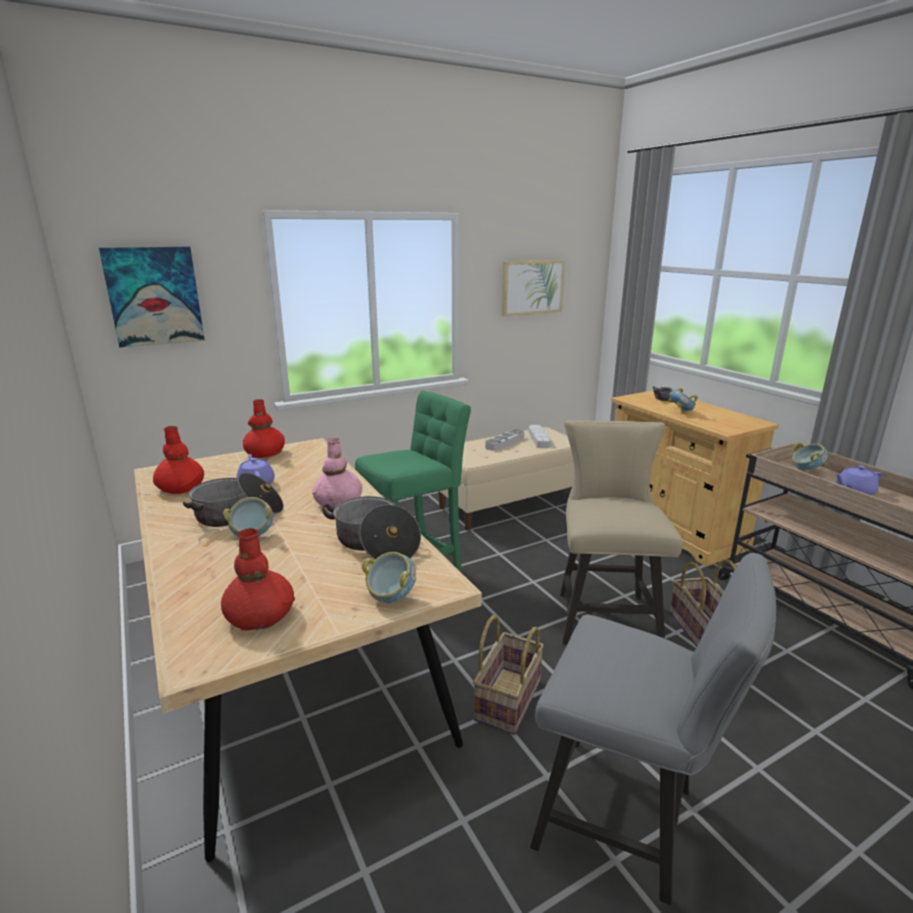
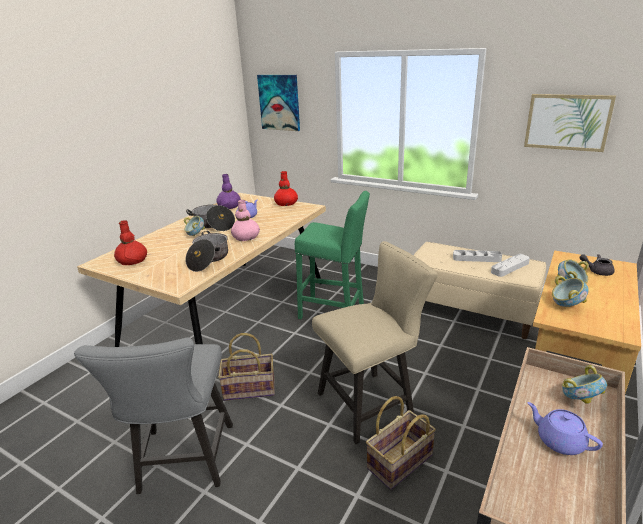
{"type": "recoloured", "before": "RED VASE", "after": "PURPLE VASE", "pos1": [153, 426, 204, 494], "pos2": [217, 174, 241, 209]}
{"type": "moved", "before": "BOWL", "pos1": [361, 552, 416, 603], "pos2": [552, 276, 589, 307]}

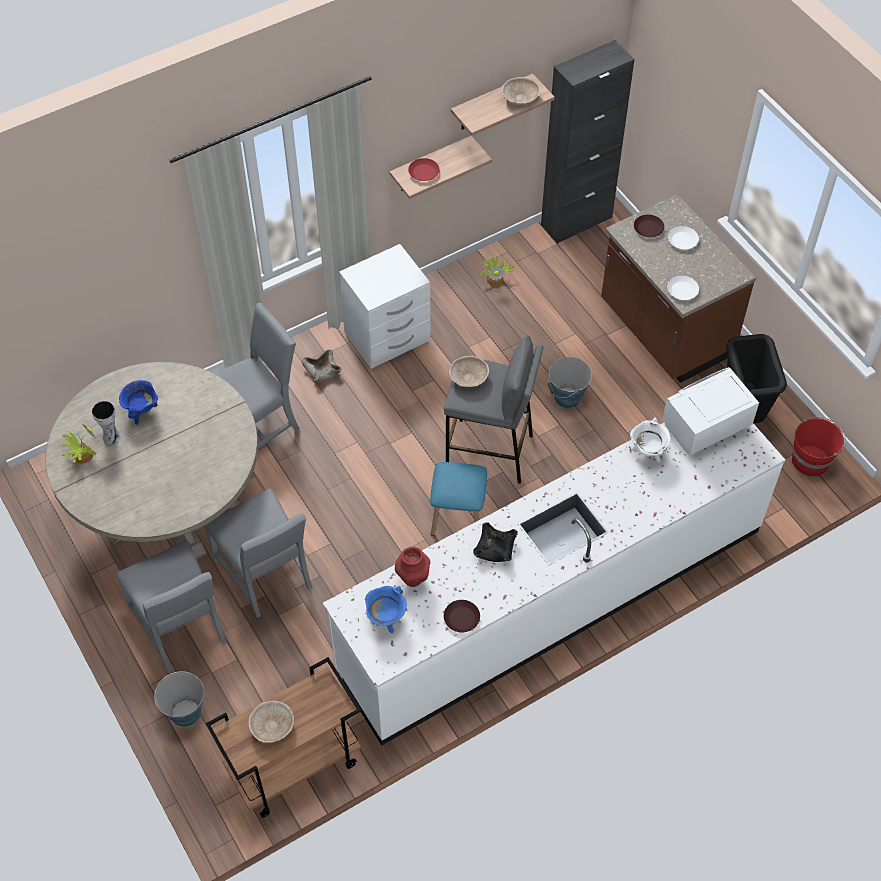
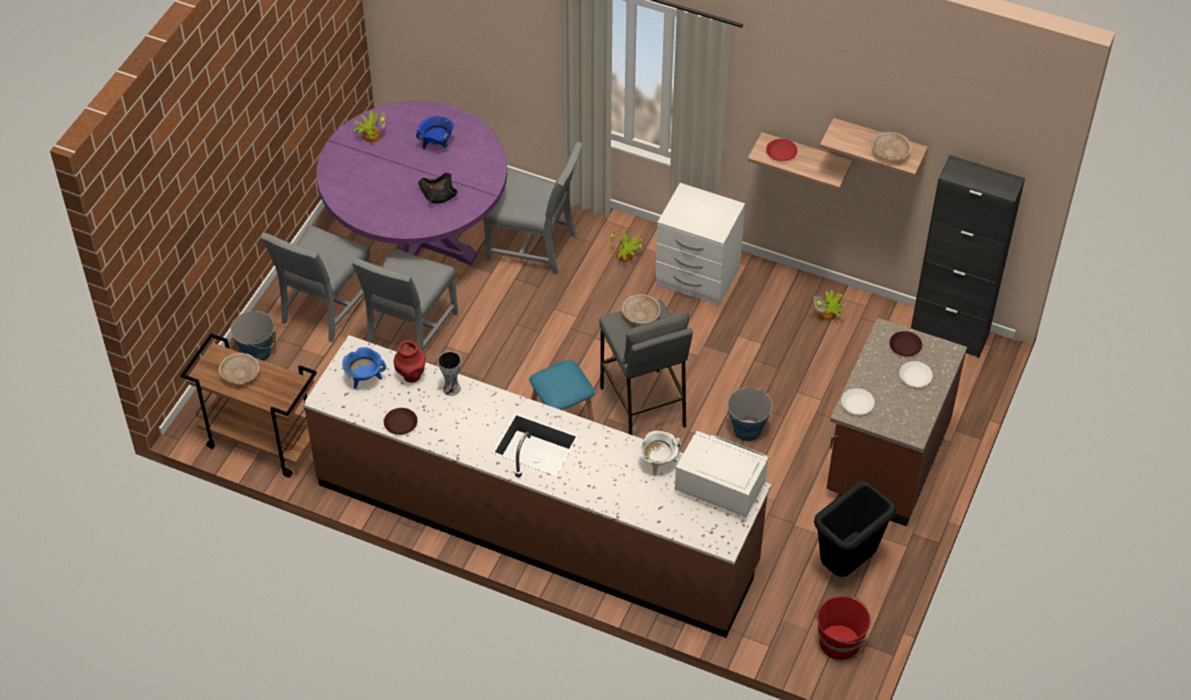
{"type": "replaced", "before": "BEIGE BOWL", "after": "POTTED PLANT", "pos1": [302, 350, 342, 382], "pos2": [611, 230, 642, 262]}
{"type": "recoloured", "before": "BEIGE DINING TABLE", "after": "PURPLE DINING TABLE", "pos1": [45, 362, 258, 560], "pos2": [316, 101, 507, 265]}
{"type": "moved", "before": "VASE", "pos1": [91, 401, 121, 444], "pos2": [438, 351, 461, 396]}
{"type": "recoloured", "before": "WHITE COUNTER", "after": "BROWN COUNTER", "pos1": [323, 423, 785, 746], "pos2": [303, 335, 771, 638]}
{"type": "moved", "before": "BLACK BOWL", "pos1": [473, 522, 518, 562], "pos2": [418, 173, 458, 203]}

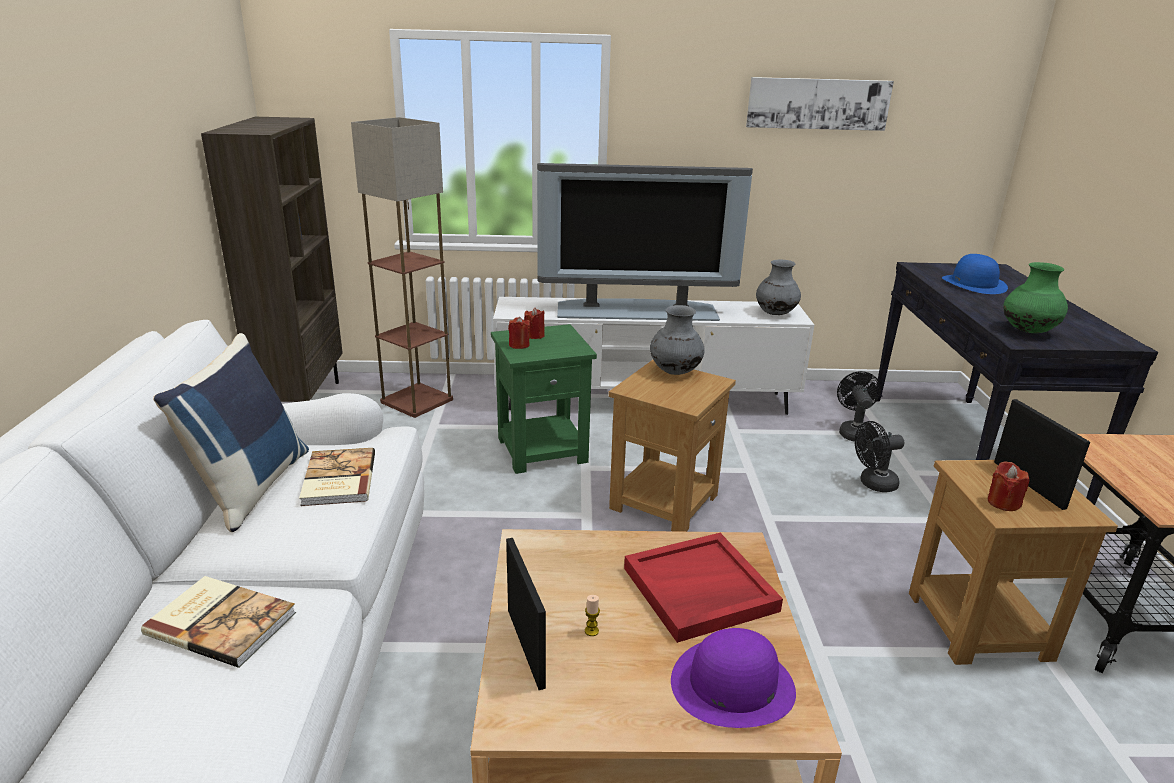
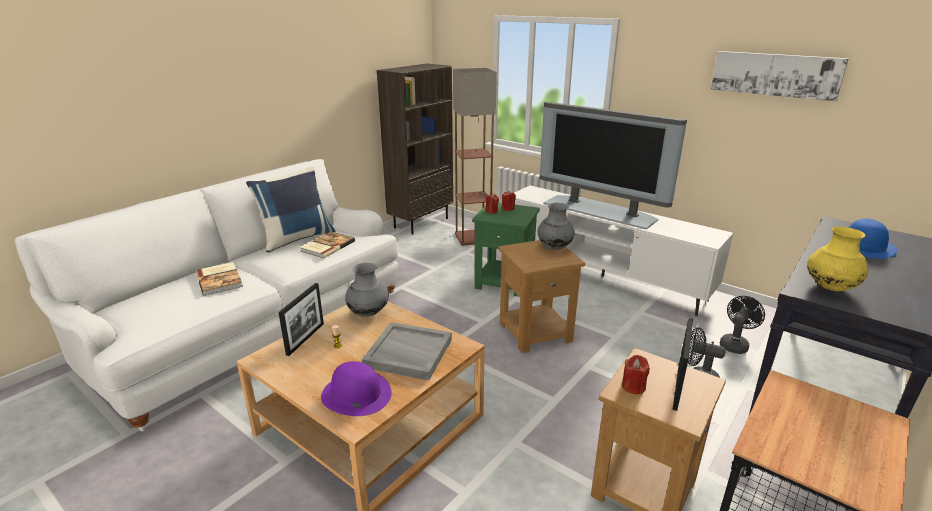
{"type": "moved", "before": "GREY VASE", "pos1": [756, 259, 801, 315], "pos2": [345, 263, 389, 317]}
{"type": "recoloured", "before": "GREEN VASE", "after": "YELLOW VASE", "pos1": [1003, 262, 1068, 333], "pos2": [807, 227, 868, 291]}
{"type": "recoloured", "before": "RED TRAY", "after": "GREY TRAY", "pos1": [624, 533, 783, 643], "pos2": [362, 322, 452, 380]}

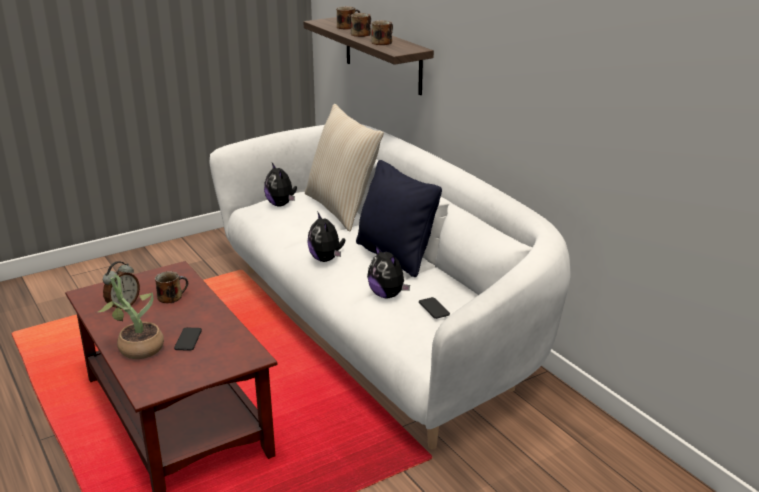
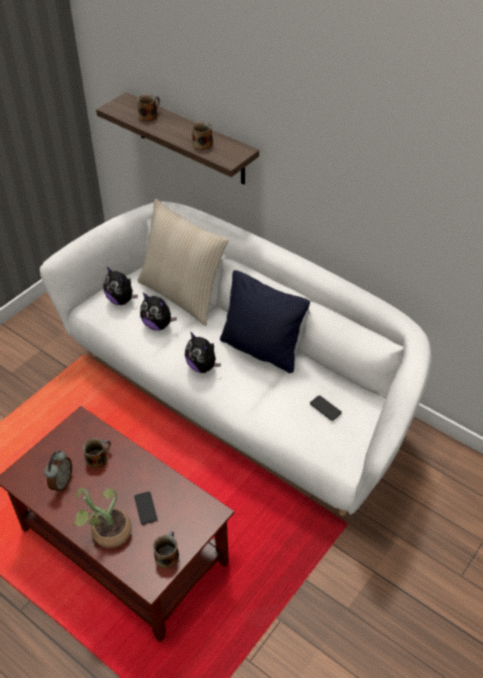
{"type": "moved", "before": "MUG", "pos1": [351, 13, 371, 37], "pos2": [153, 531, 179, 568]}
{"type": "moved", "before": "PLUSH TOY", "pos1": [367, 245, 410, 298], "pos2": [140, 293, 177, 330]}

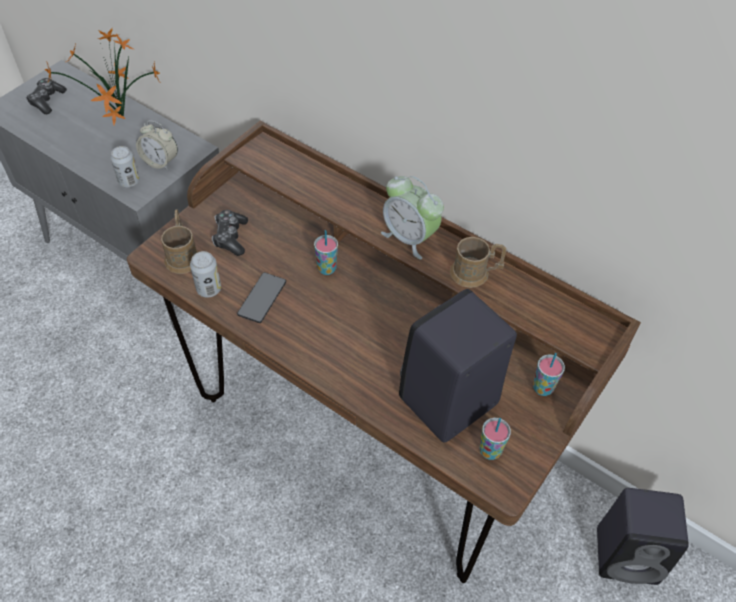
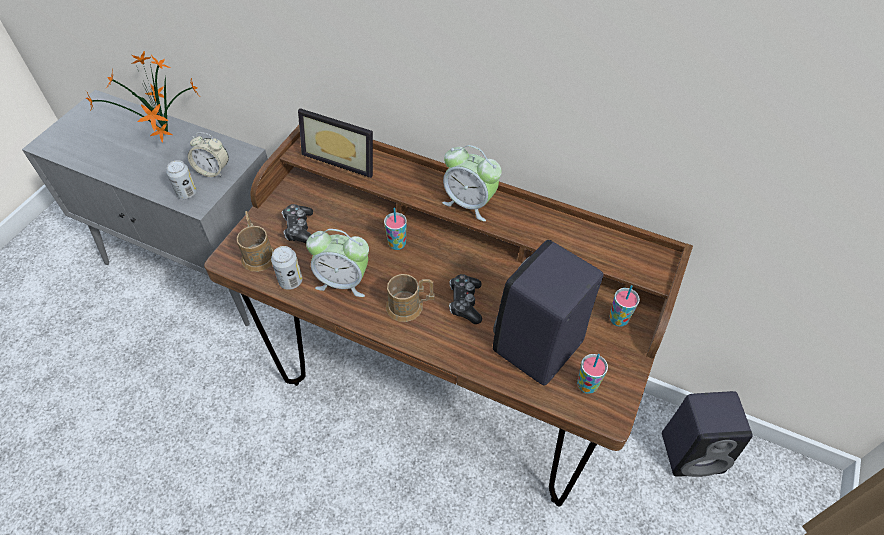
{"type": "moved", "before": "GAME CONTROLLER", "pos1": [26, 78, 67, 114], "pos2": [449, 274, 482, 324]}
{"type": "moved", "before": "BROWN MUG", "pos1": [450, 237, 507, 288], "pos2": [386, 274, 435, 322]}
{"type": "replaced", "before": "PHONE", "after": "ALARM CLOCK", "pos1": [237, 272, 286, 323], "pos2": [306, 229, 369, 297]}
{"type": "added", "after": "PICTURE FRAME", "pos2": [298, 108, 373, 178]}

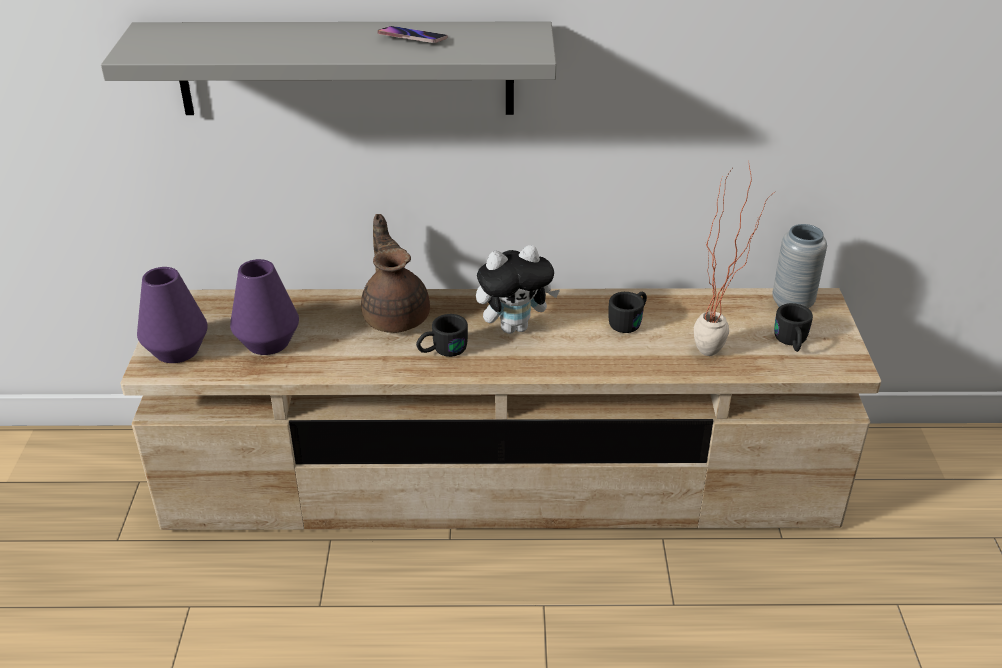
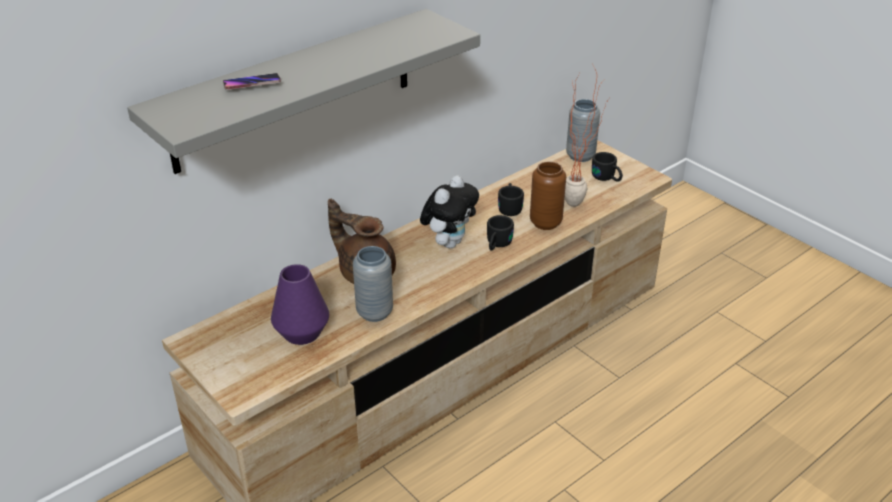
{"type": "moved", "before": "PHONE", "pos1": [377, 26, 447, 43], "pos2": [223, 73, 281, 90]}
{"type": "removed", "before": "PURPLE VASE", "pos1": [137, 267, 208, 363]}
{"type": "moved", "before": "BLACK MUG", "pos1": [416, 314, 468, 357], "pos2": [487, 215, 514, 251]}
{"type": "added", "after": "BROWN VASE", "pos2": [530, 161, 566, 230]}
{"type": "added", "after": "GREY VASE", "pos2": [353, 246, 393, 322]}

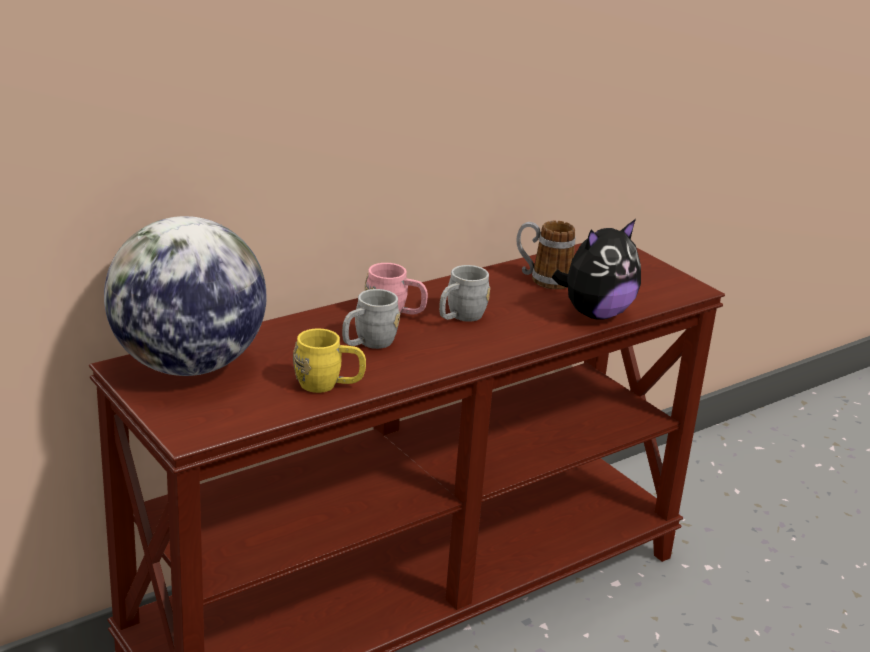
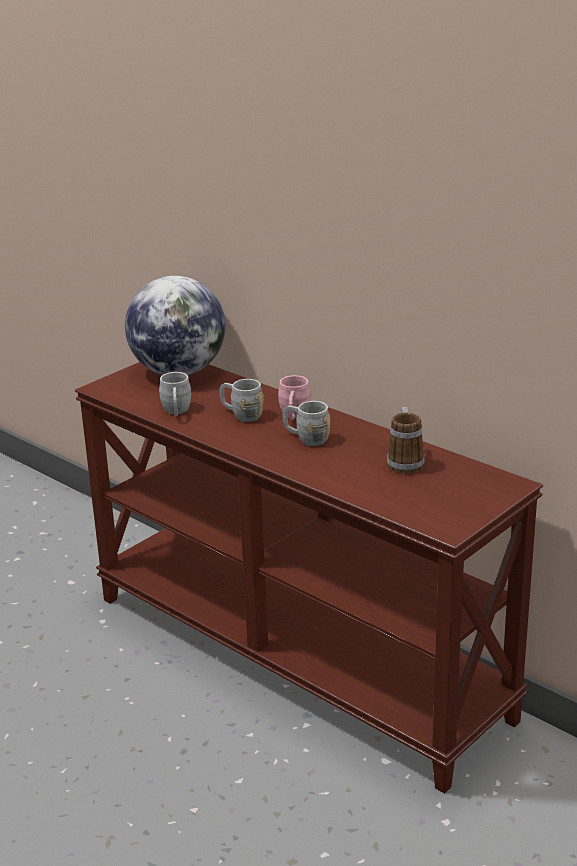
{"type": "removed", "before": "PLUSH TOY", "pos1": [552, 219, 641, 320]}
{"type": "recoloured", "before": "YELLOW MUG", "after": "GREY MUG", "pos1": [293, 328, 366, 393], "pos2": [159, 372, 191, 416]}

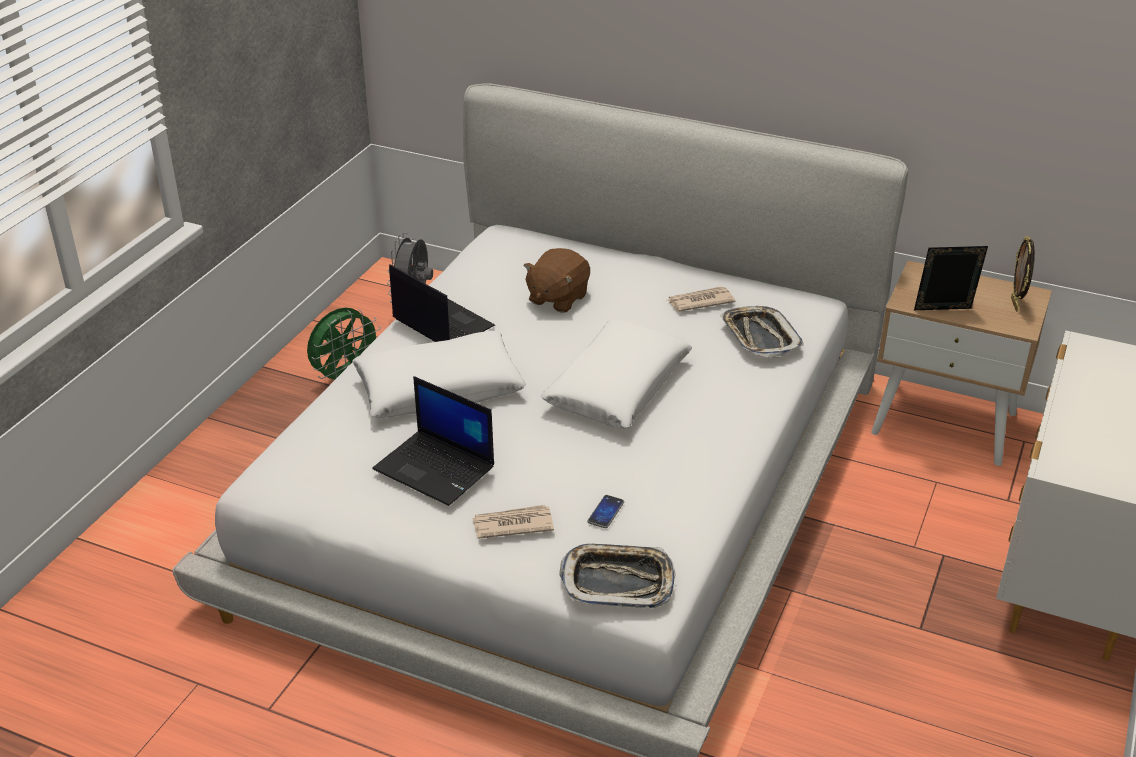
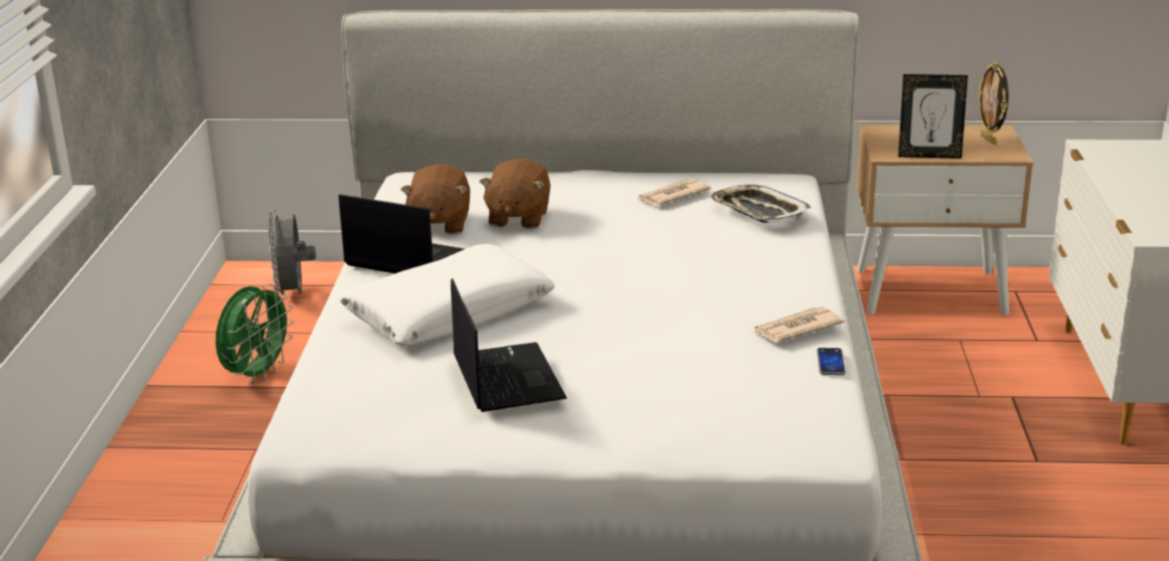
{"type": "turned", "before": "PICTURE FRAME", "pos1": [914, 246, 988, 310], "pos2": [898, 74, 968, 159], "turn": -150}
{"type": "removed", "before": "WHITE PILLOW", "pos1": [541, 319, 692, 429]}
{"type": "turned", "before": "LAPTOP", "pos1": [372, 376, 494, 506], "pos2": [451, 278, 567, 412], "turn": -120}
{"type": "moved", "before": "PHONE", "pos1": [588, 495, 624, 528], "pos2": [817, 348, 846, 375]}
{"type": "moved", "before": "NEWSPAPER", "pos1": [472, 505, 554, 538], "pos2": [753, 307, 844, 343]}
{"type": "removed", "before": "TRAY", "pos1": [559, 544, 676, 608]}
{"type": "added", "after": "BROWN PLUSH TOY", "pos2": [401, 164, 470, 234]}

